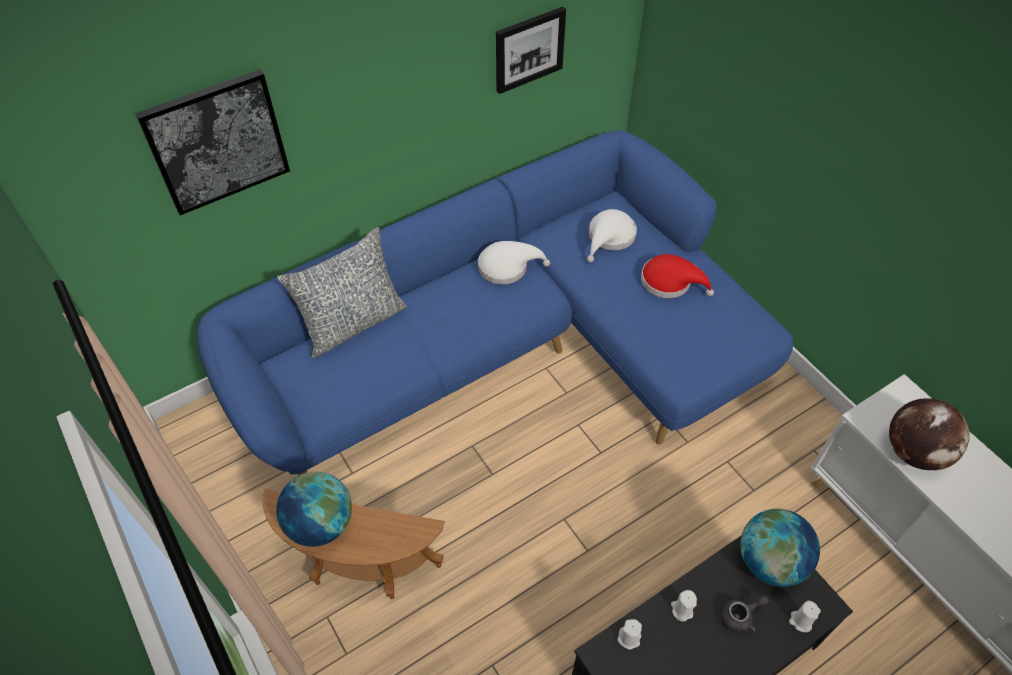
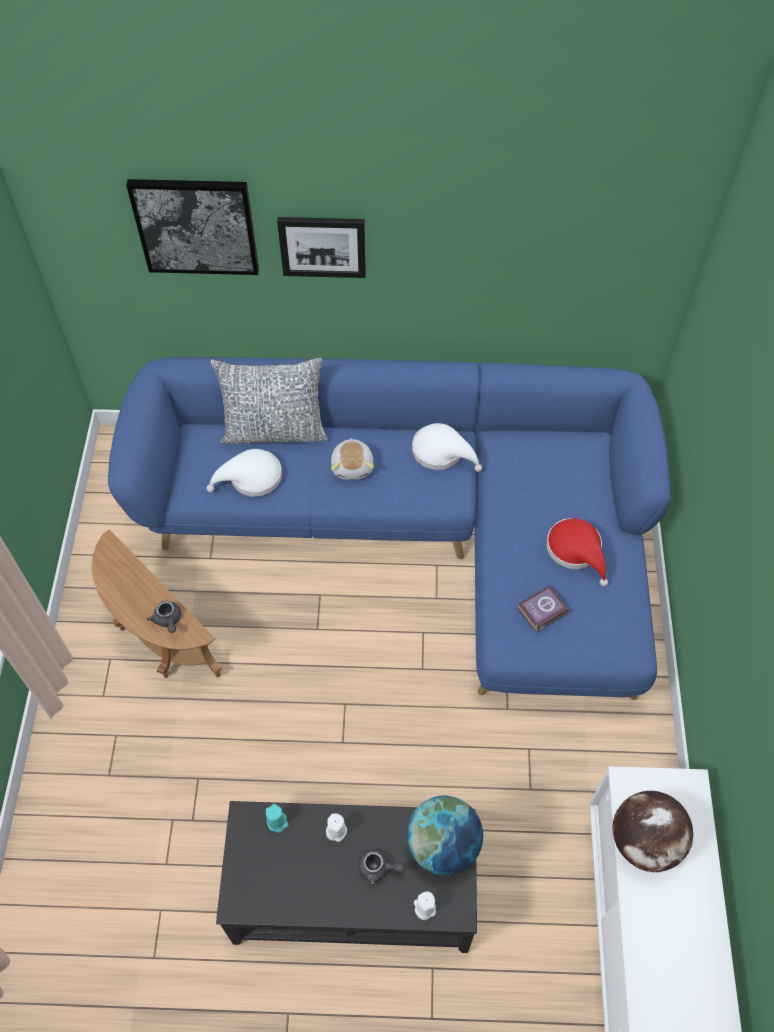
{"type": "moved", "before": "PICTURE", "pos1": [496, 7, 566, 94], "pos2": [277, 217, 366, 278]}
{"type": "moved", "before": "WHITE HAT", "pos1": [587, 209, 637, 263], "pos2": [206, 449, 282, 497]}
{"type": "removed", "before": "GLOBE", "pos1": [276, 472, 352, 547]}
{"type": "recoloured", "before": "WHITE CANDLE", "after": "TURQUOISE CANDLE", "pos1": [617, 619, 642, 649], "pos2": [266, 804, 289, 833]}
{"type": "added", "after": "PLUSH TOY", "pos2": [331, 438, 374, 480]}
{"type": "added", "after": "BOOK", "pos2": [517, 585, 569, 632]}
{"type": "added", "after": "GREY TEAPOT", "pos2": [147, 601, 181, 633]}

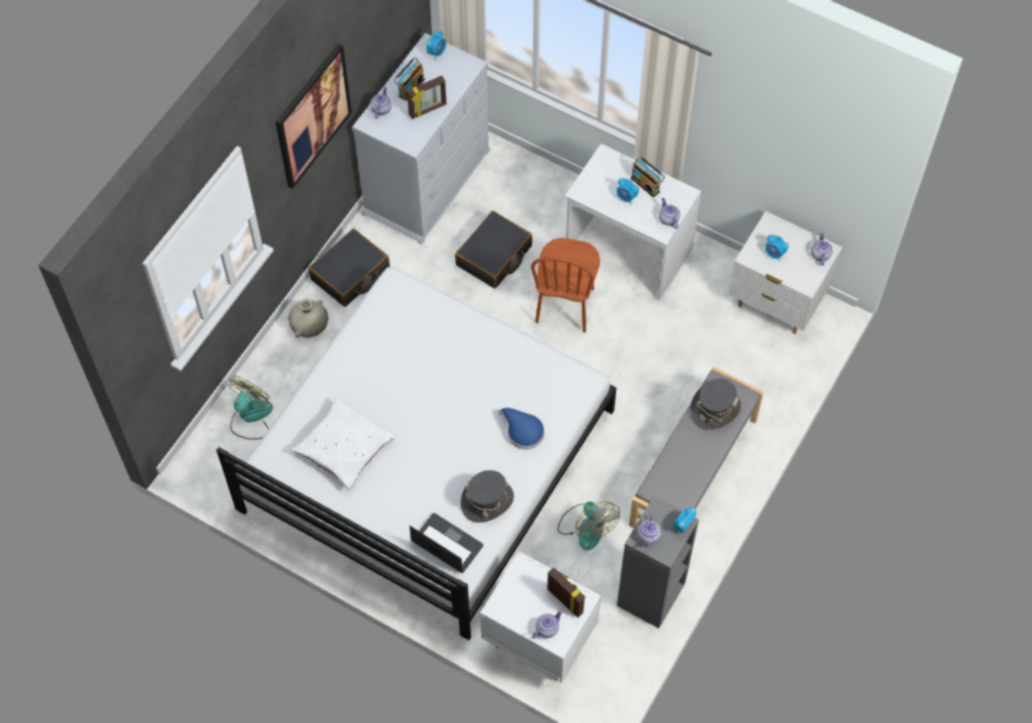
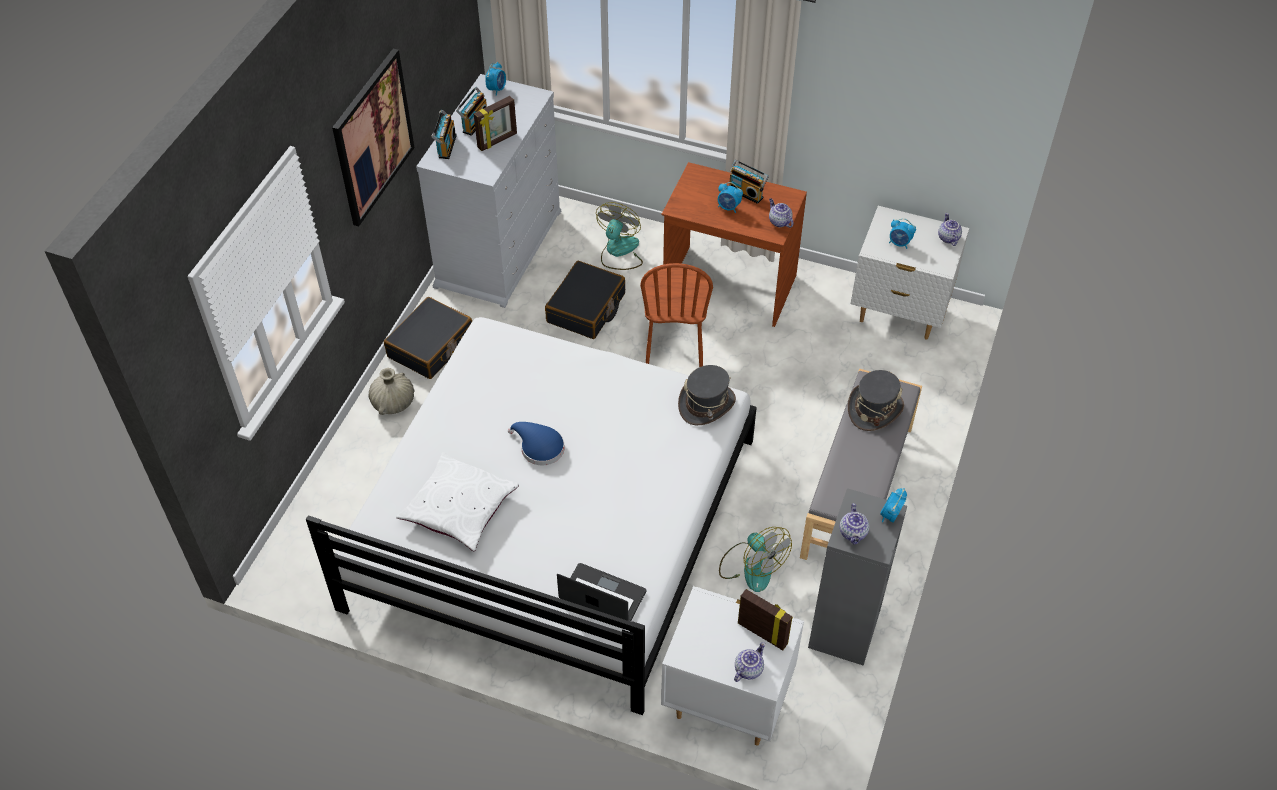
{"type": "replaced", "before": "TEAPOT", "after": "RADIO", "pos1": [370, 87, 391, 119], "pos2": [431, 110, 457, 159]}
{"type": "recoloured", "before": "WHITE DESK", "after": "BROWN DESK", "pos1": [565, 144, 701, 300], "pos2": [662, 162, 807, 327]}
{"type": "moved", "before": "FAN", "pos1": [228, 375, 273, 440], "pos2": [596, 202, 643, 270]}
{"type": "moved", "before": "BLUE HAT", "pos1": [498, 408, 544, 449], "pos2": [508, 422, 565, 466]}
{"type": "moved", "before": "GREY HAT", "pos1": [461, 470, 514, 522], "pos2": [678, 365, 736, 425]}

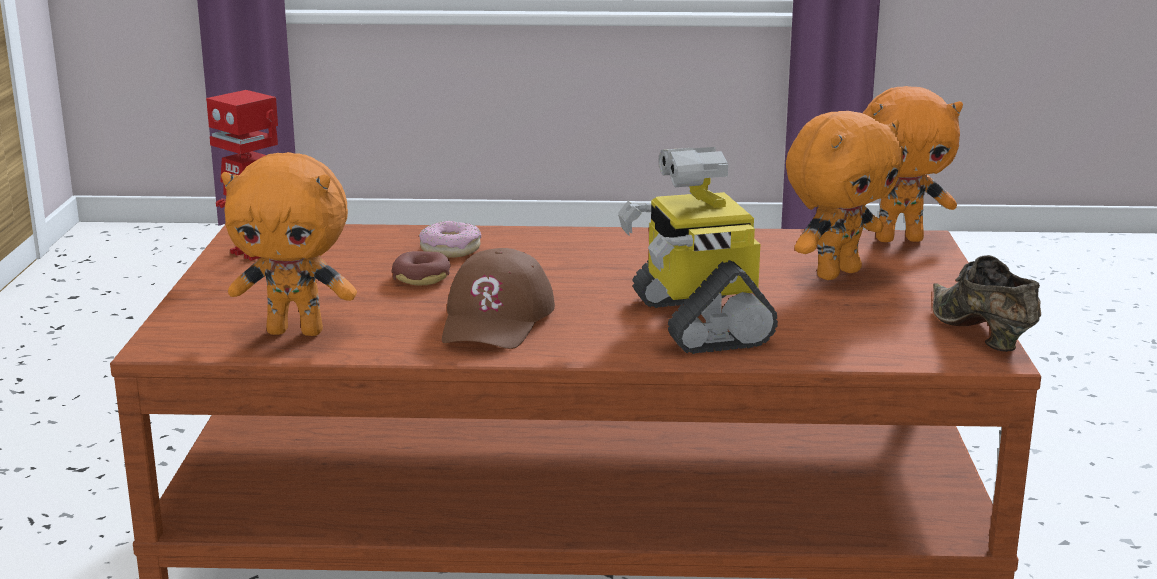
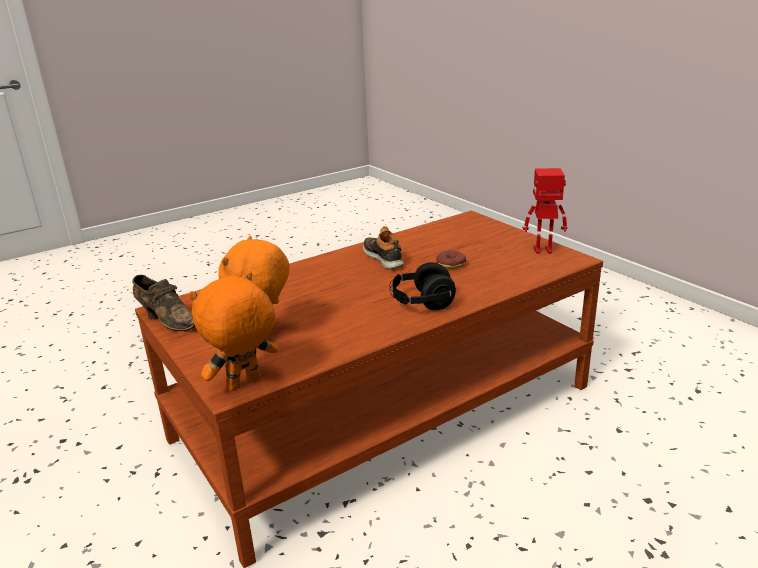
{"type": "removed", "before": "TOY ROBOT", "pos1": [618, 147, 778, 354]}
{"type": "removed", "before": "ORANGE PLUSH TOY", "pos1": [221, 152, 357, 336]}
{"type": "removed", "before": "DONUT", "pos1": [419, 221, 481, 258]}
{"type": "replaced", "before": "BROWN CAP", "after": "SHOE", "pos1": [442, 248, 555, 349], "pos2": [363, 226, 404, 269]}
{"type": "added", "after": "BLACK HEADPHONES", "pos2": [389, 262, 456, 310]}

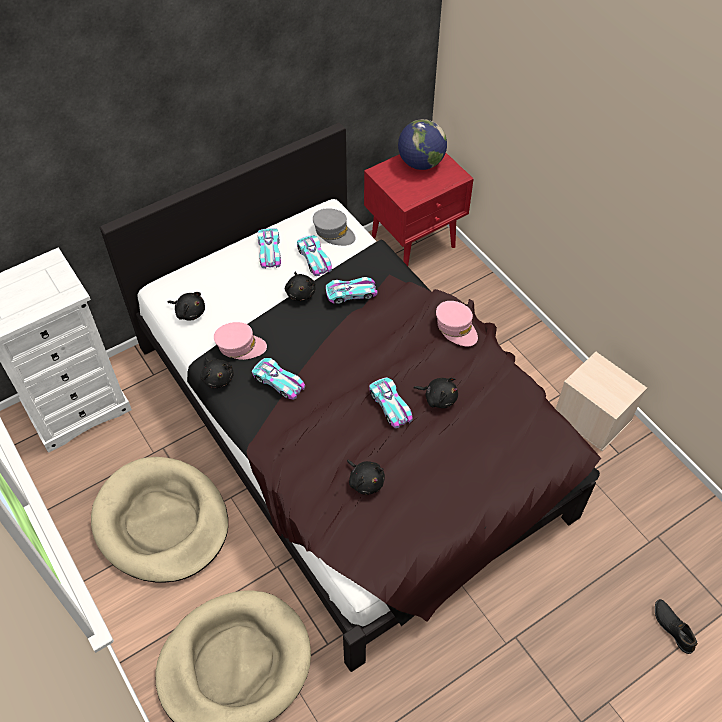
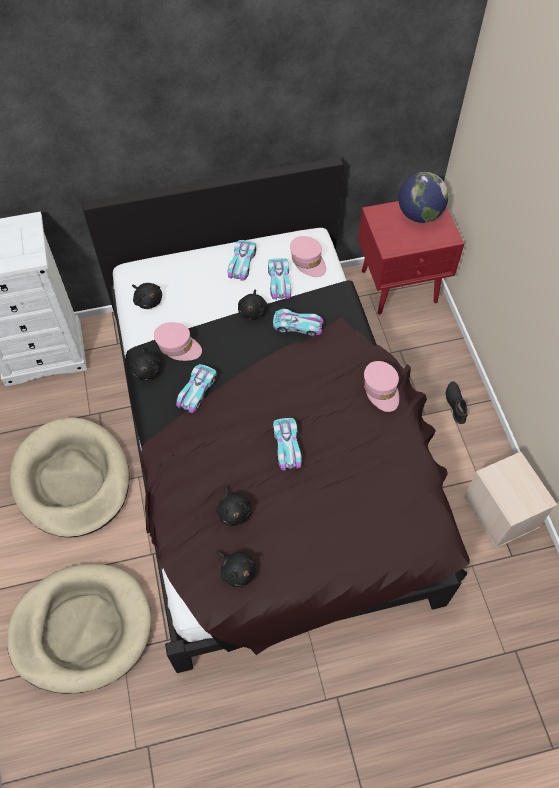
{"type": "recoloured", "before": "GREY CAP", "after": "PINK CAP", "pos1": [313, 208, 355, 246], "pos2": [290, 236, 326, 277]}
{"type": "turned", "before": "TOY CAR", "pos1": [252, 358, 305, 400], "pos2": [176, 364, 217, 413], "turn": 60}
{"type": "moved", "before": "BLACK PLUSH TOY", "pos1": [414, 378, 458, 408], "pos2": [216, 550, 256, 587]}
{"type": "moved", "before": "BLACK SHOE", "pos1": [655, 599, 698, 654], "pos2": [446, 381, 468, 424]}

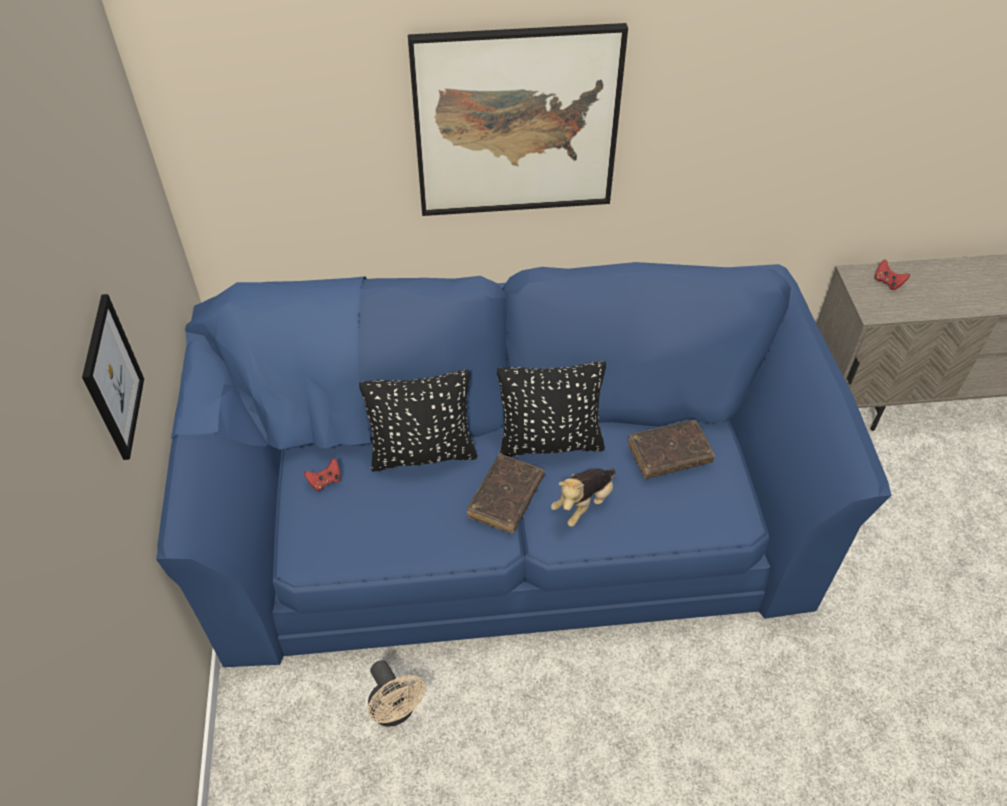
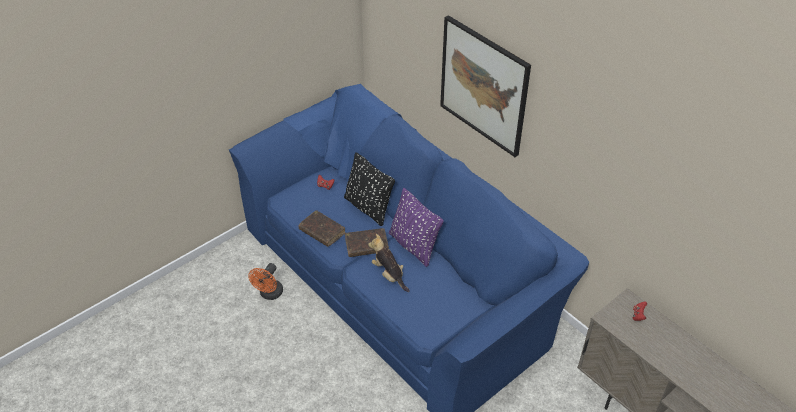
{"type": "removed", "before": "PICTURE", "pos1": [82, 294, 144, 460]}
{"type": "recoloured", "before": "BLACK PILLOW", "after": "PURPLE PILLOW", "pos1": [497, 361, 606, 457], "pos2": [389, 188, 444, 267]}
{"type": "moved", "before": "BROWN BOOK", "pos1": [628, 420, 715, 479], "pos2": [298, 210, 346, 247]}
{"type": "turned", "before": "PLUSH TOY", "pos1": [551, 468, 616, 527], "pos2": [368, 234, 409, 292], "turn": 45}
{"type": "recoloured", "before": "BEIGE FAN", "after": "ORANGE FAN", "pos1": [368, 660, 426, 727], "pos2": [248, 263, 283, 300]}

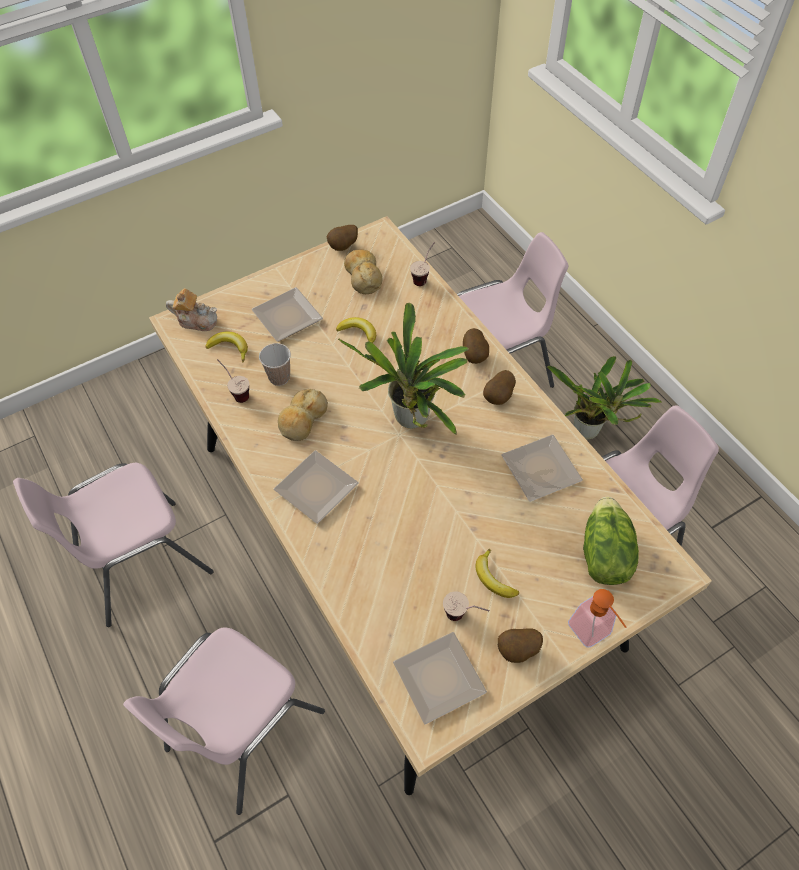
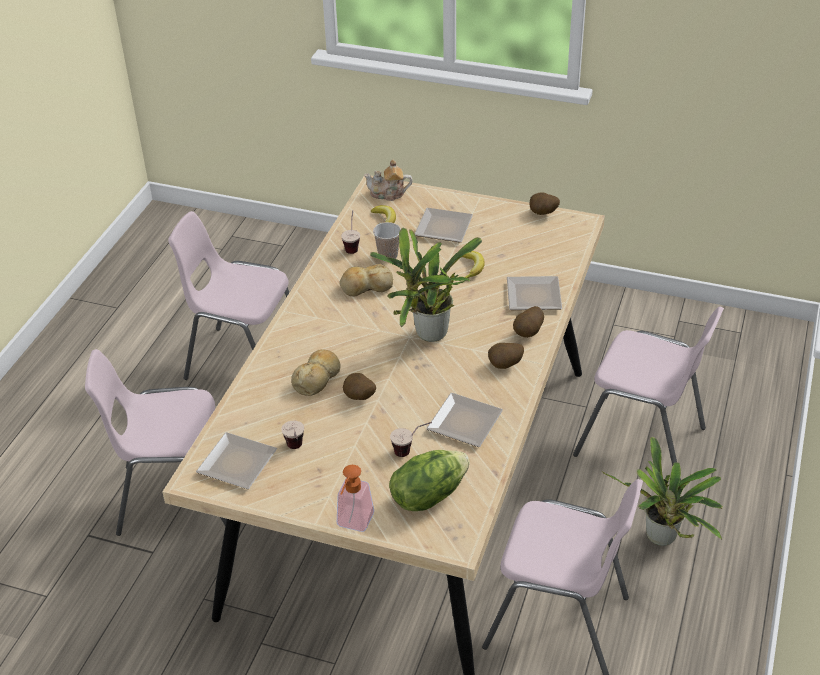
{"type": "moved", "before": "CUP", "pos1": [410, 242, 435, 286], "pos2": [390, 422, 432, 457]}
{"type": "moved", "before": "BREAD", "pos1": [344, 249, 382, 294], "pos2": [291, 349, 341, 396]}
{"type": "turned", "before": "TEAPOT", "pos1": [166, 288, 217, 331], "pos2": [364, 160, 413, 201], "turn": 120}
{"type": "moved", "before": "PLATE", "pos1": [274, 450, 359, 524], "pos2": [507, 276, 562, 310]}
{"type": "removed", "before": "BANANA", "pos1": [476, 549, 519, 598]}
{"type": "moved", "before": "POTATO", "pos1": [498, 628, 543, 663], "pos2": [343, 373, 376, 400]}

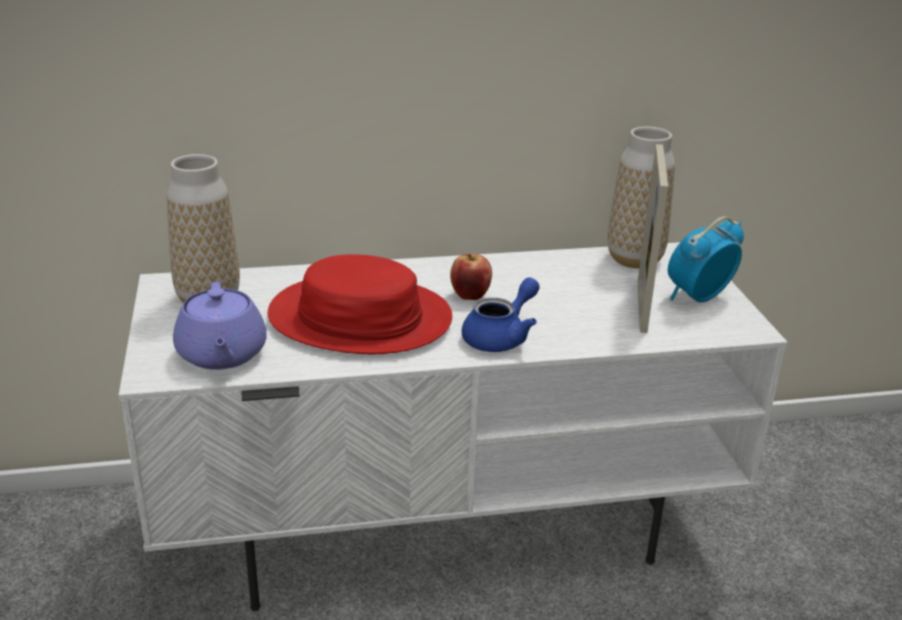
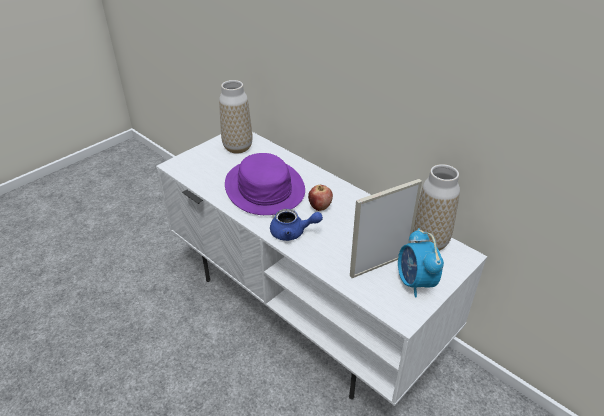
{"type": "turned", "before": "ALARM CLOCK", "pos1": [668, 216, 744, 302], "pos2": [398, 228, 444, 297], "turn": -120}
{"type": "recoloured", "before": "RED HAT", "after": "PURPLE HAT", "pos1": [268, 254, 452, 354], "pos2": [225, 153, 305, 215]}
{"type": "removed", "before": "PURPLE TEAPOT", "pos1": [173, 282, 267, 370]}

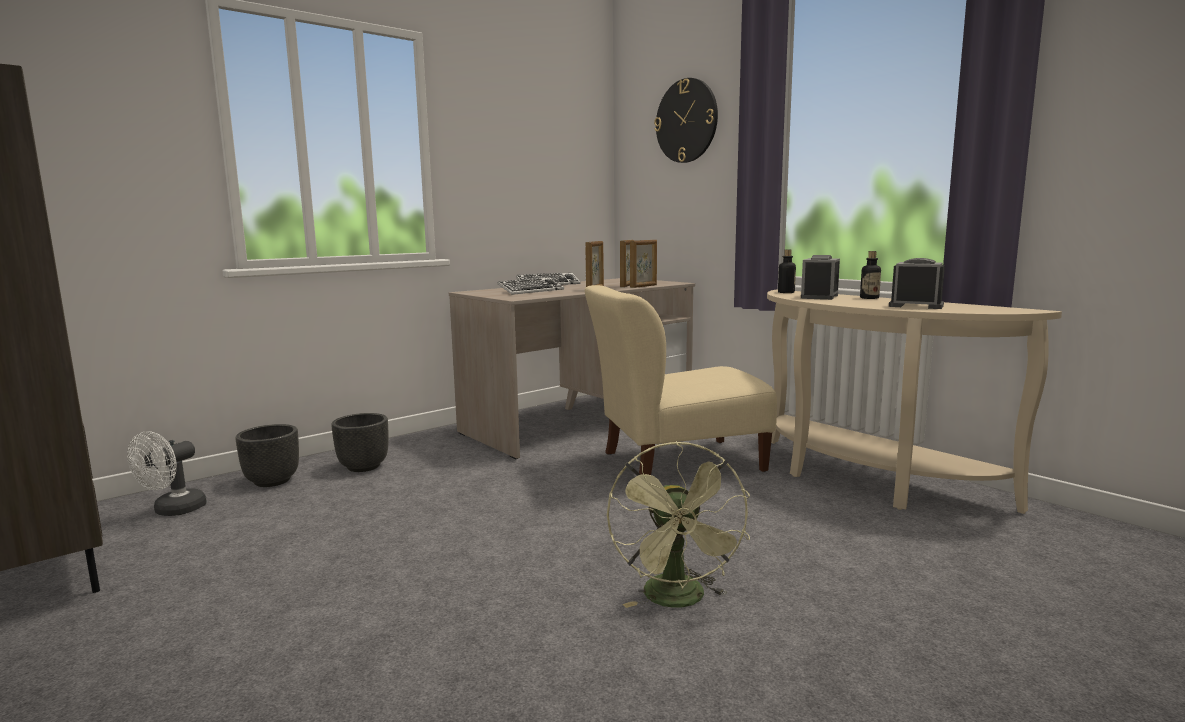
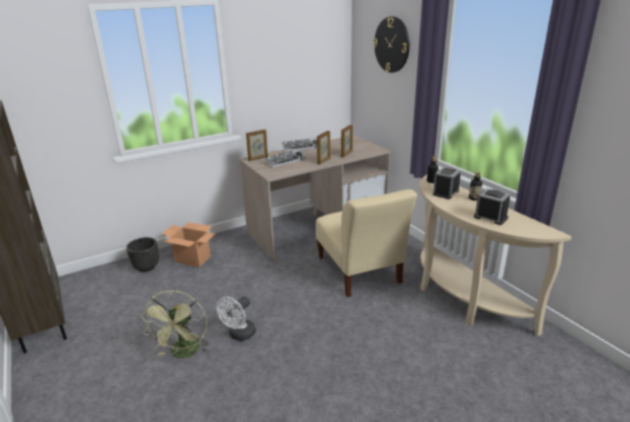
{"type": "moved", "before": "PICTURE FRAME", "pos1": [630, 240, 657, 288], "pos2": [246, 129, 268, 161]}
{"type": "turned", "before": "BEIGE CHAIR", "pos1": [585, 285, 777, 475], "pos2": [316, 189, 417, 297], "turn": -105}
{"type": "replaced", "before": "BLACK PLANTER", "after": "CARDBOARD BOX", "pos1": [332, 413, 389, 472], "pos2": [161, 222, 216, 267]}
{"type": "moved", "before": "WHITE FAN", "pos1": [127, 431, 207, 516], "pos2": [216, 296, 256, 341]}
{"type": "moved", "before": "GREEN FAN", "pos1": [607, 441, 750, 608], "pos2": [141, 290, 209, 358]}

